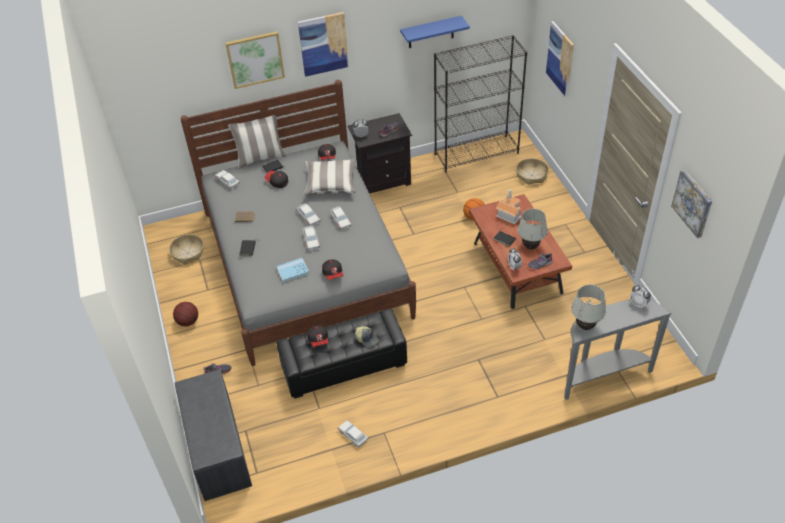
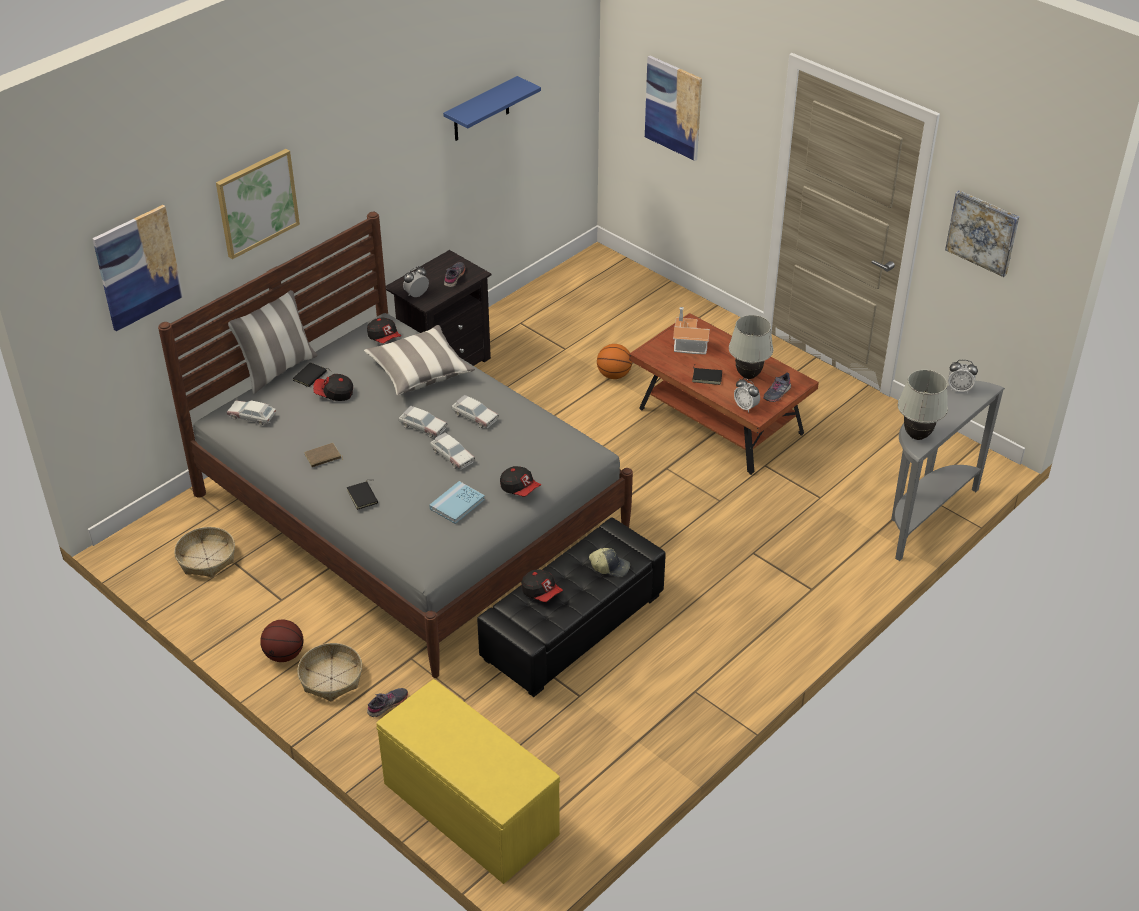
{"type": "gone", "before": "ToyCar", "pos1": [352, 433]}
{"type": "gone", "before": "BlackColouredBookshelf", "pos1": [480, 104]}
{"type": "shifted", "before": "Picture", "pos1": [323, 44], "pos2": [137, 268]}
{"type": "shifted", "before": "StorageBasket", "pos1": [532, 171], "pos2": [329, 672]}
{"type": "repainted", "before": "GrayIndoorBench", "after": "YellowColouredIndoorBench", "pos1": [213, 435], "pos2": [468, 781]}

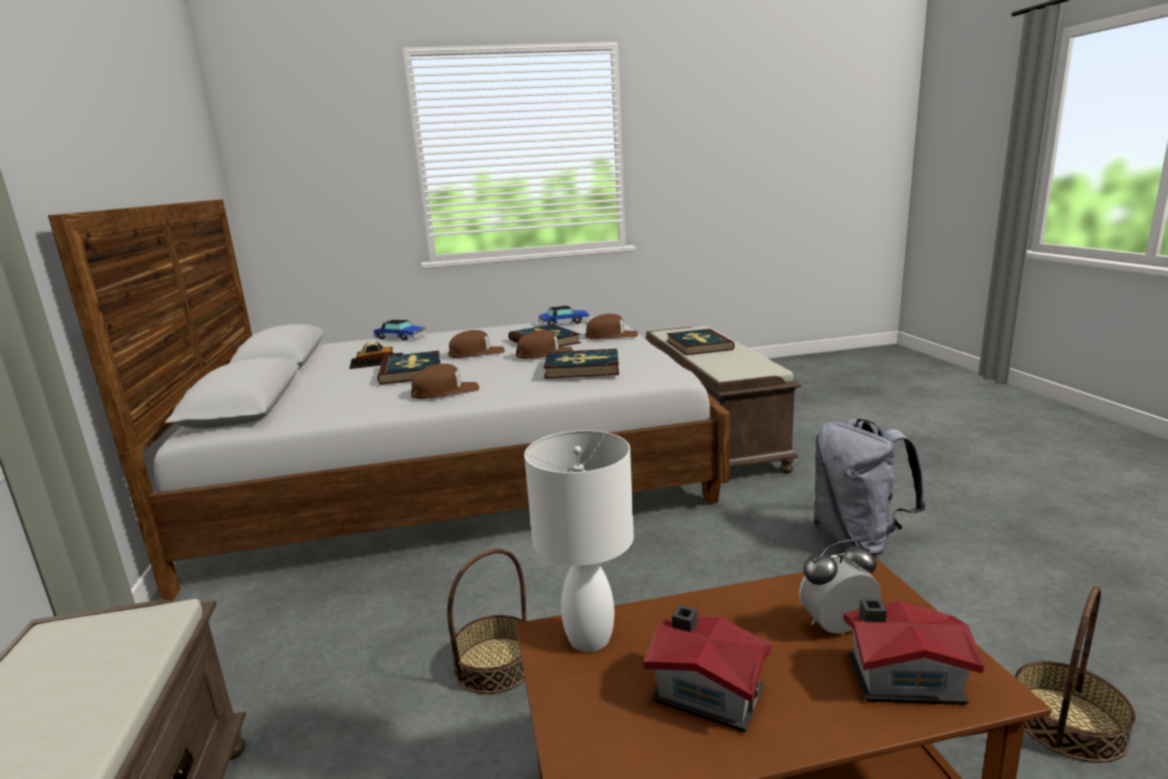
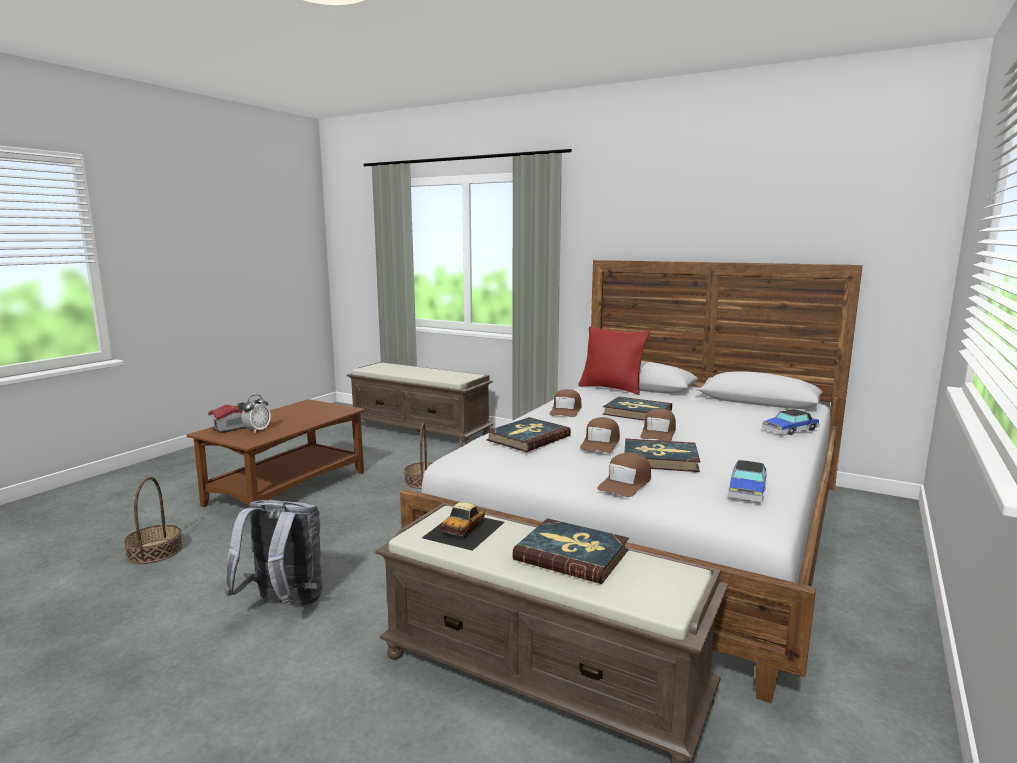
{"type": "gone", "before": "WhiteColouredTableLamp", "pos1": [579, 541]}
{"type": "gone", "before": "MiniatureHouse", "pos1": [707, 668]}
{"type": "new", "after": "RedColouredCushion", "pos2": [614, 360]}
{"type": "shifted", "before": "ToyCar", "pos1": [376, 355], "pos2": [463, 526]}

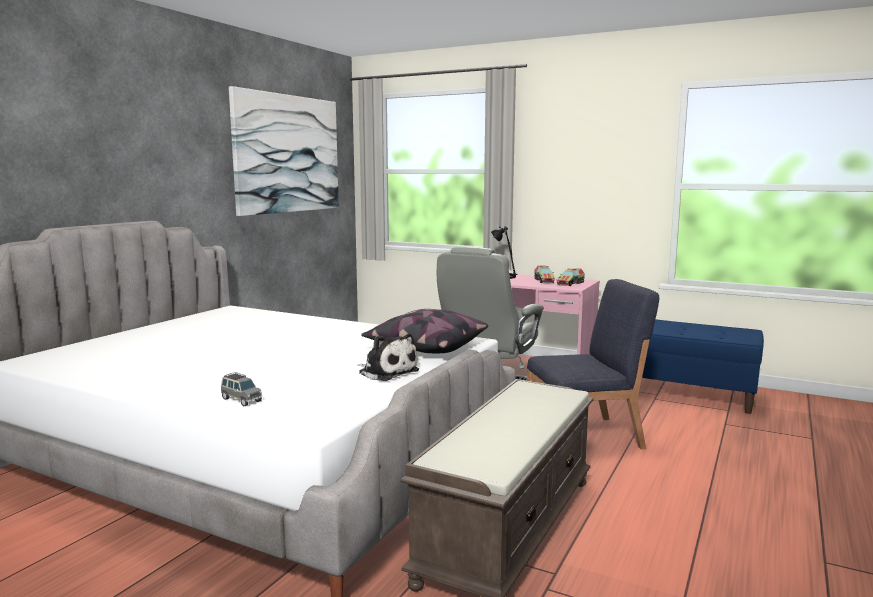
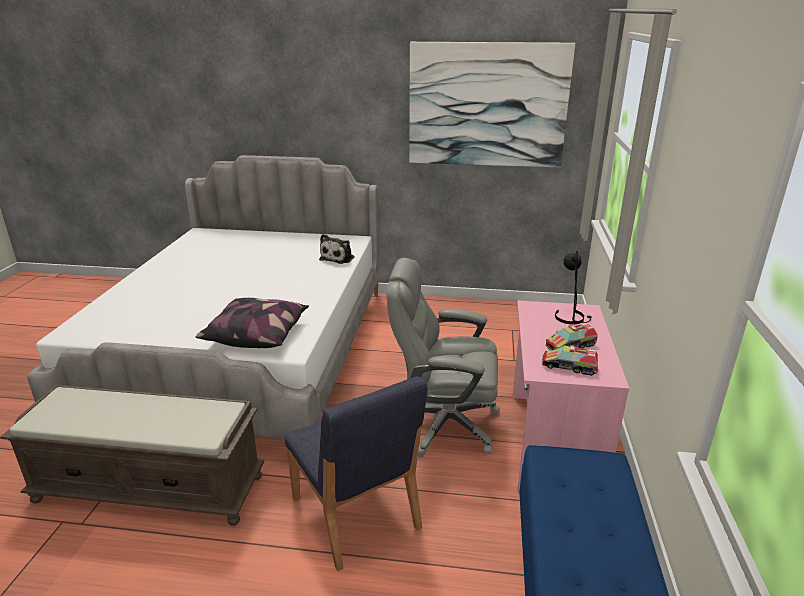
{"type": "gone", "before": "GrayToyCar", "pos1": [241, 389]}
{"type": "shifted", "before": "PlushToy", "pos1": [388, 357], "pos2": [337, 249]}

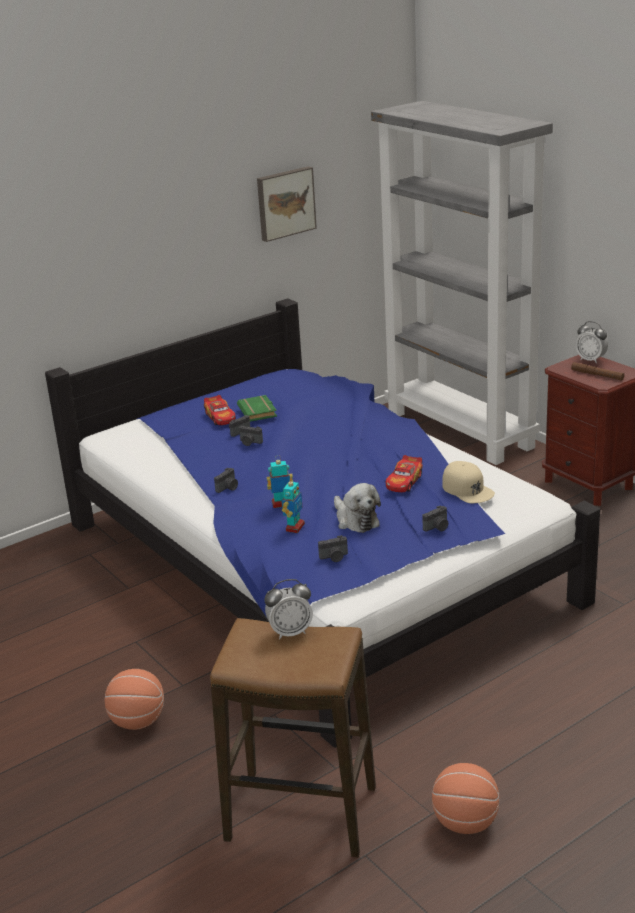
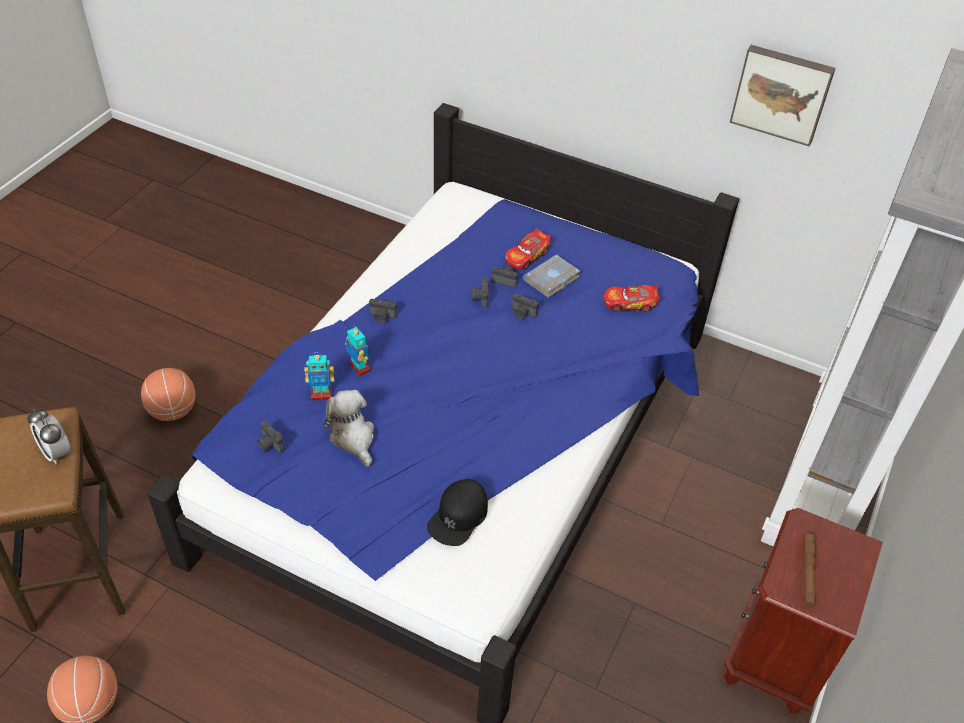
{"type": "gone", "before": "TableClock", "pos1": [592, 342]}
{"type": "shifted", "before": "ToyCar", "pos1": [404, 473], "pos2": [632, 298]}
{"type": "shifted", "before": "StillCamera", "pos1": [435, 518], "pos2": [525, 306]}
{"type": "repainted", "before": "GreenColouredBoundBook", "after": "GrayBoundBook", "pos1": [257, 408], "pos2": [552, 276]}
{"type": "repainted", "before": "BeigeCap", "after": "BlackColouredCap", "pos1": [468, 482], "pos2": [457, 512]}
{"type": "rotated", "before": "PlushToy", "pos1": [357, 508], "pos2": [348, 428], "turn": 120}

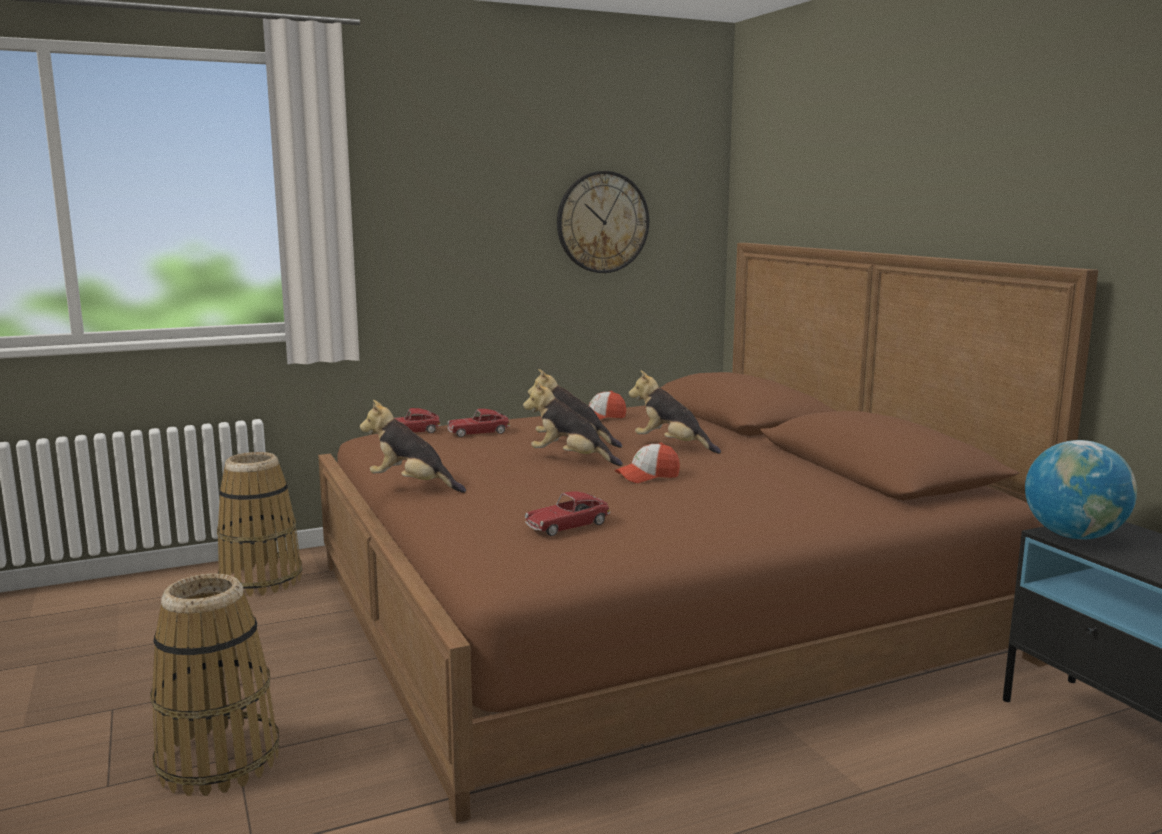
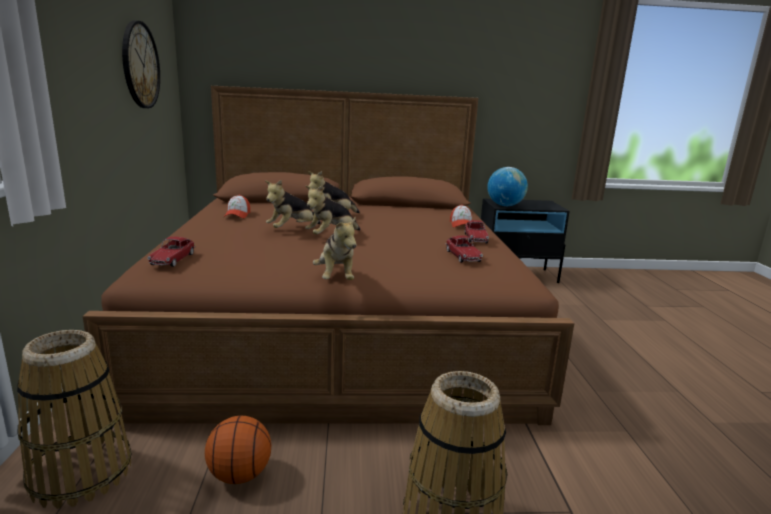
{"type": "new", "after": "BallForBasketball", "pos2": [238, 449]}
{"type": "shifted", "before": "ToyCar", "pos1": [478, 423], "pos2": [476, 232]}
{"type": "shifted", "before": "Cap", "pos1": [647, 463], "pos2": [461, 216]}
{"type": "rotated", "before": "PlushToy", "pos1": [413, 446], "pos2": [335, 248], "turn": -60}

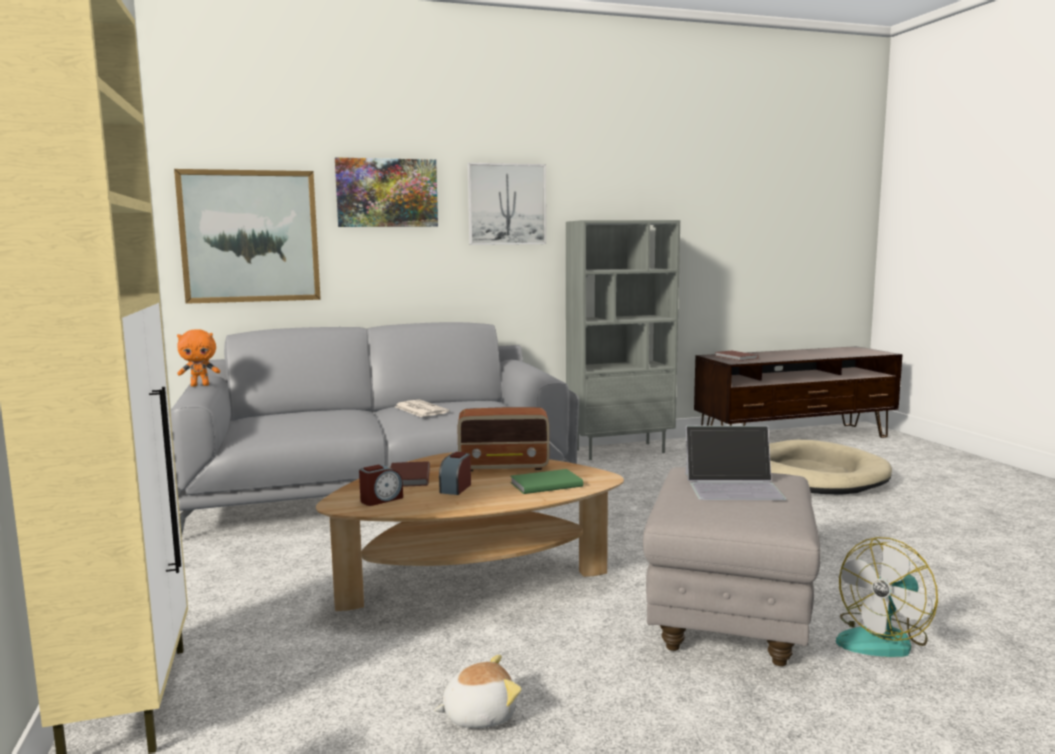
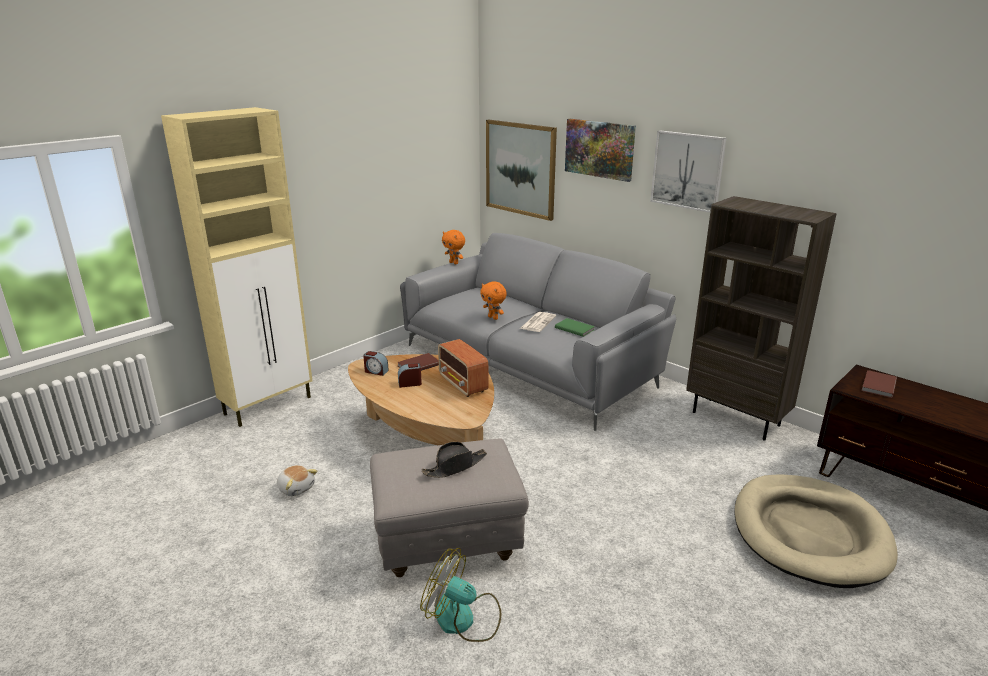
{"type": "new", "after": "OrangeColouredPlushToy", "pos2": [493, 300]}
{"type": "shifted", "before": "GreenColouredBoundBook", "pos1": [546, 481], "pos2": [575, 327]}
{"type": "swapped", "before": "NotebookComputer", "after": "BlackColouredClothingHat", "pos1": [736, 462], "pos2": [454, 460]}
{"type": "repainted", "before": "GrayBookshelf", "after": "BrownBookshelf", "pos1": [623, 340], "pos2": [761, 318]}

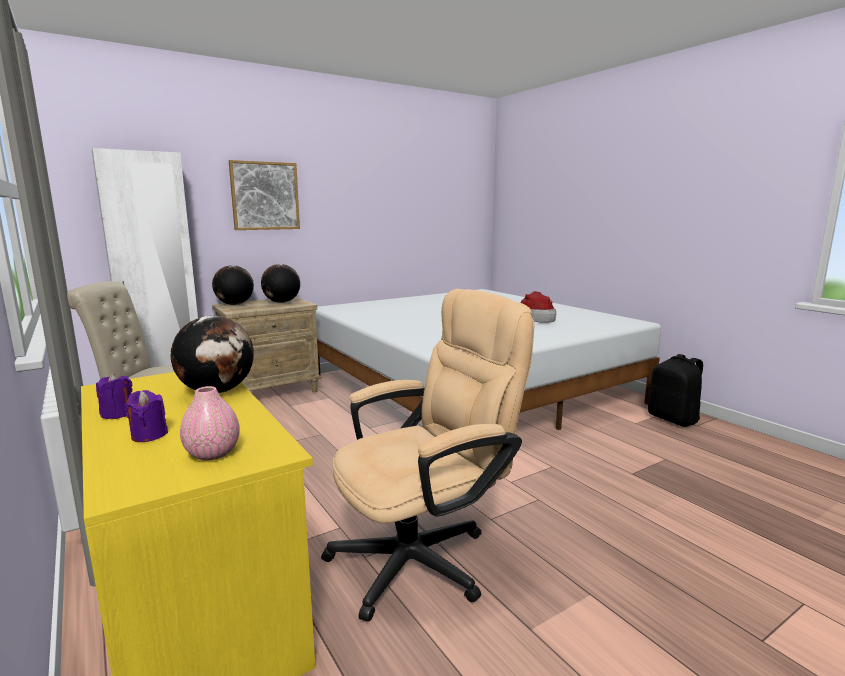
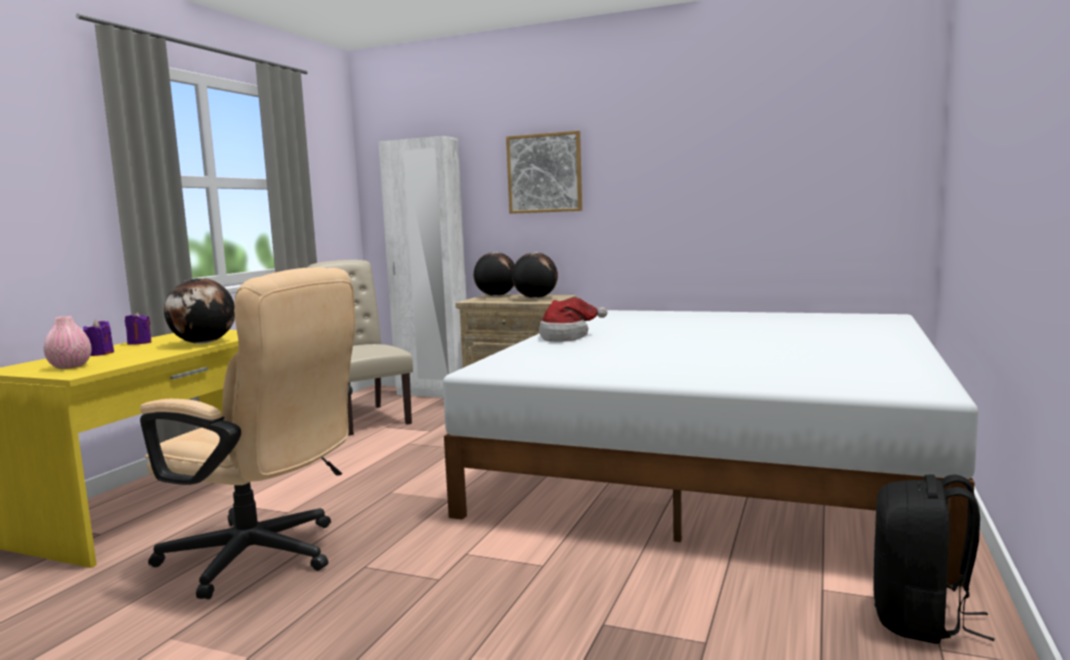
{"type": "shifted", "before": "ClothingHat", "pos1": [538, 307], "pos2": [573, 320]}

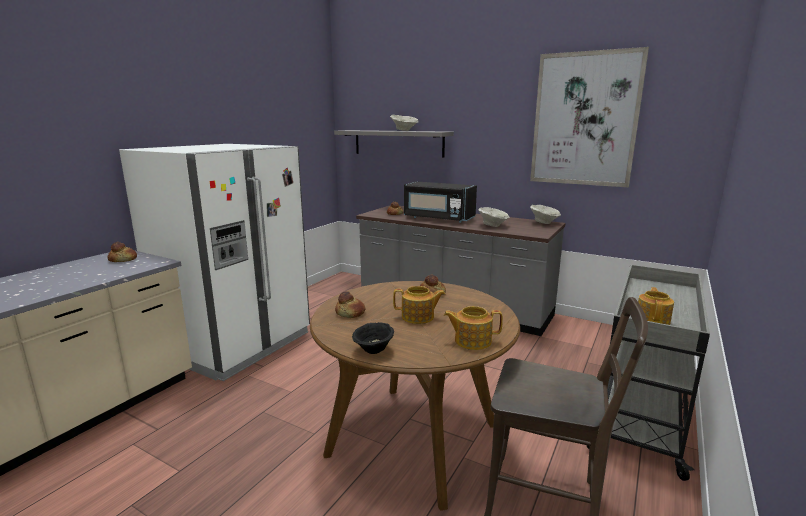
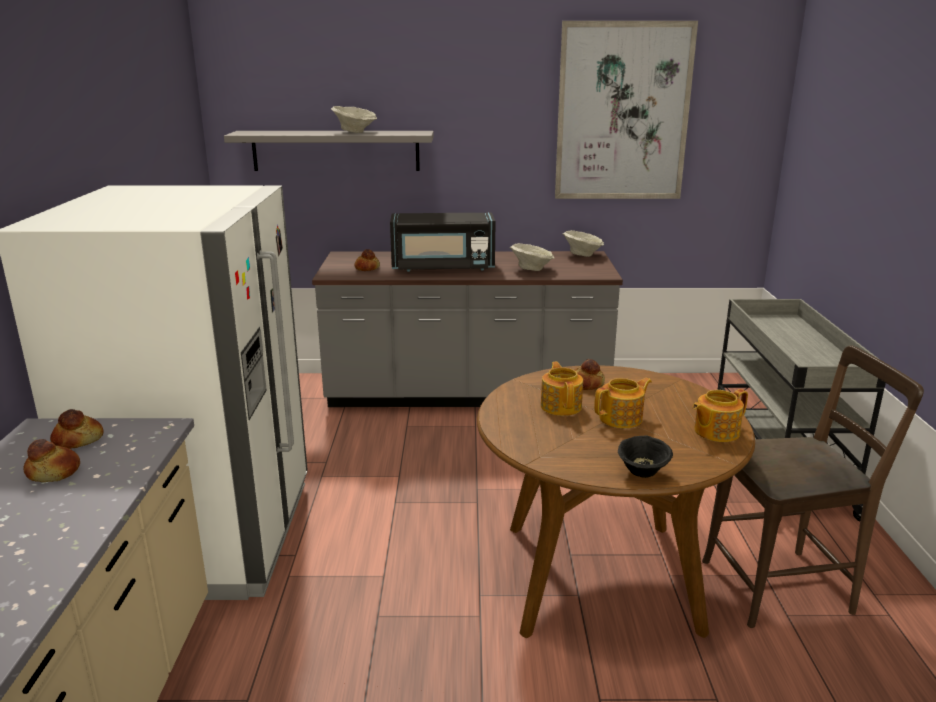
{"type": "shifted", "before": "BakeryBread", "pos1": [350, 304], "pos2": [51, 460]}
{"type": "shifted", "before": "TeaPot", "pos1": [656, 306], "pos2": [562, 389]}

